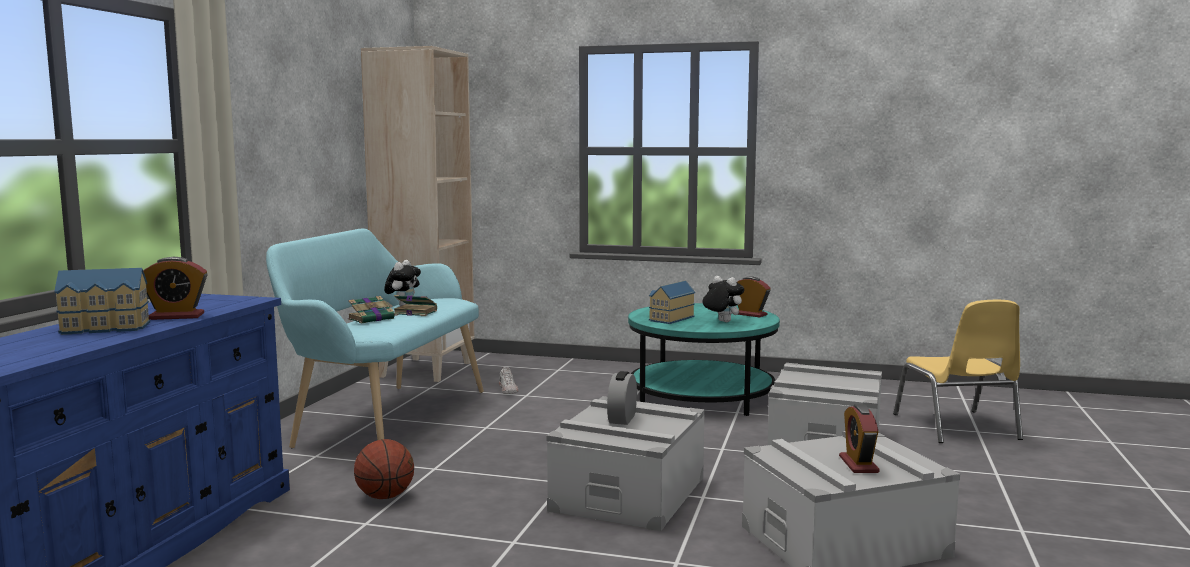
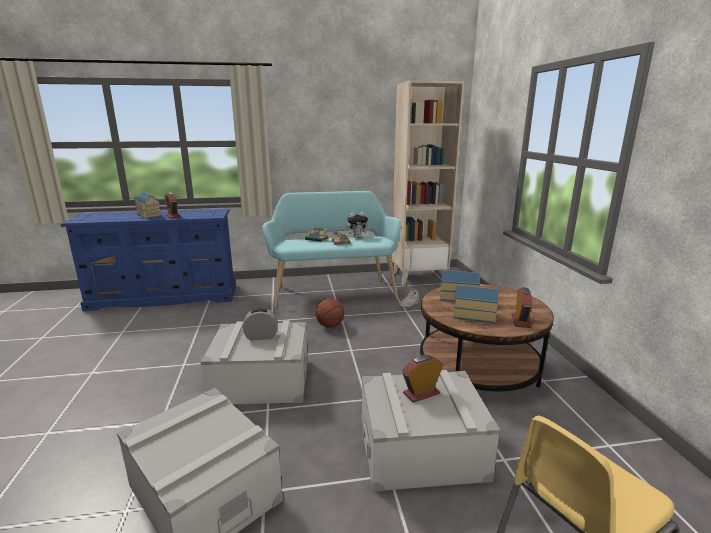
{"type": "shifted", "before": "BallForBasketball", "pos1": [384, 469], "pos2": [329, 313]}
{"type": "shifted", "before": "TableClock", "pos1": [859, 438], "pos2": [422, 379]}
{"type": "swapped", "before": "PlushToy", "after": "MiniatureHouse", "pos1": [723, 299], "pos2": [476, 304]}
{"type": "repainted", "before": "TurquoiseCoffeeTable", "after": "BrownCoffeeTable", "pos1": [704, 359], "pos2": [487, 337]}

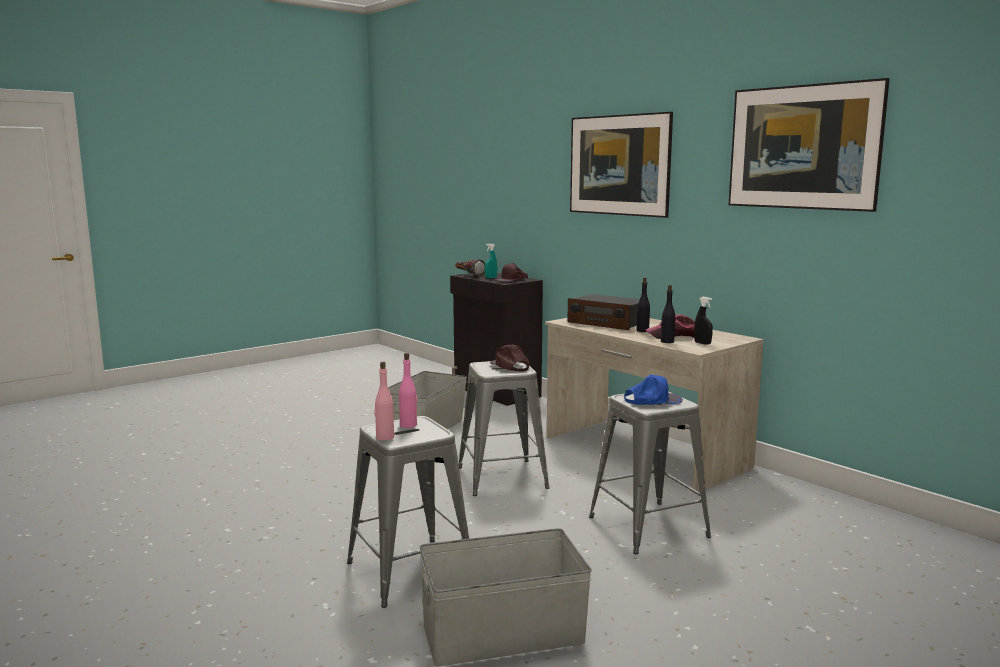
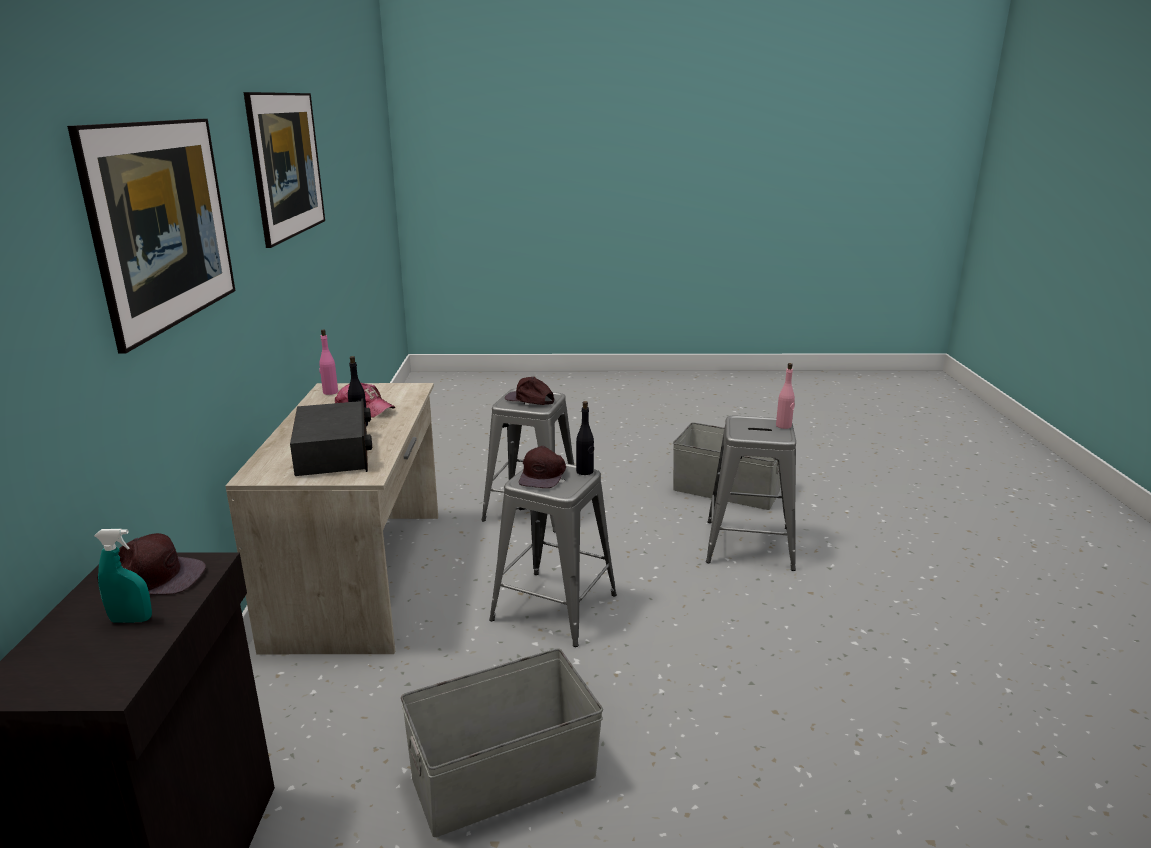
{"type": "gone", "before": "Torch", "pos1": [470, 268]}
{"type": "gone", "before": "BlackColouredSprayBottle", "pos1": [703, 321]}
{"type": "shifted", "before": "PinkishDrinkBottle", "pos1": [408, 390], "pos2": [328, 362]}
{"type": "shifted", "before": "BlackColouredDrinkBottle", "pos1": [668, 314], "pos2": [585, 438]}
{"type": "repainted", "before": "BlueColouredCap", "after": "BrownCap", "pos1": [653, 389], "pos2": [529, 391]}

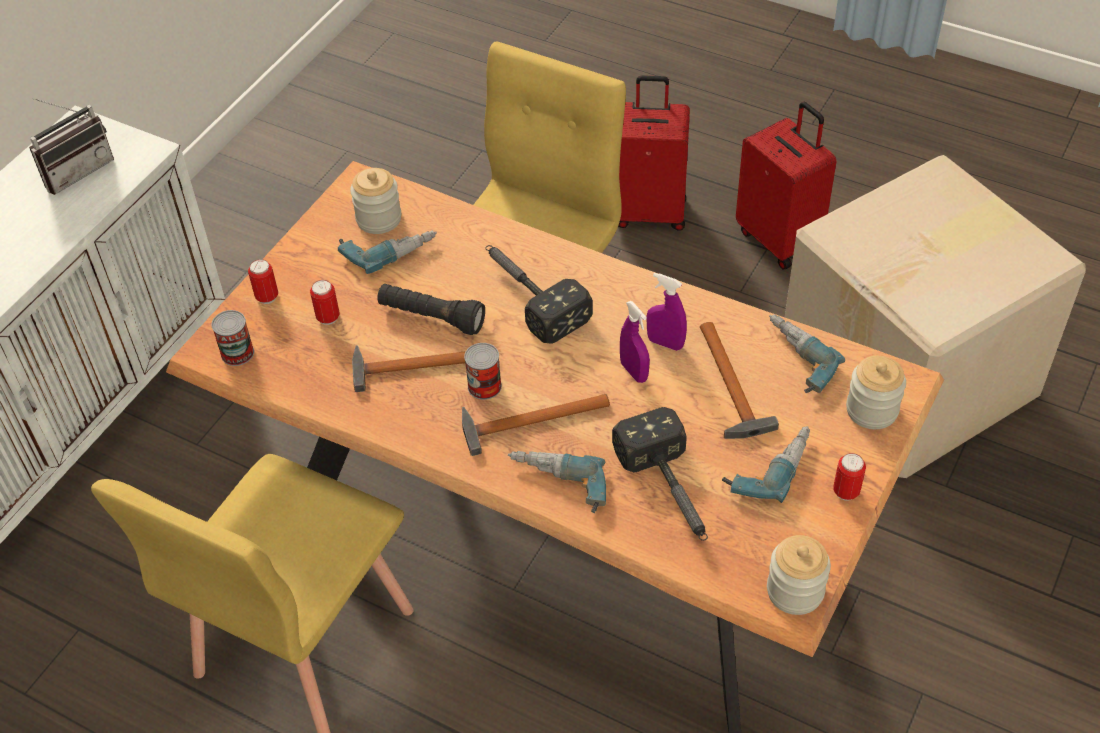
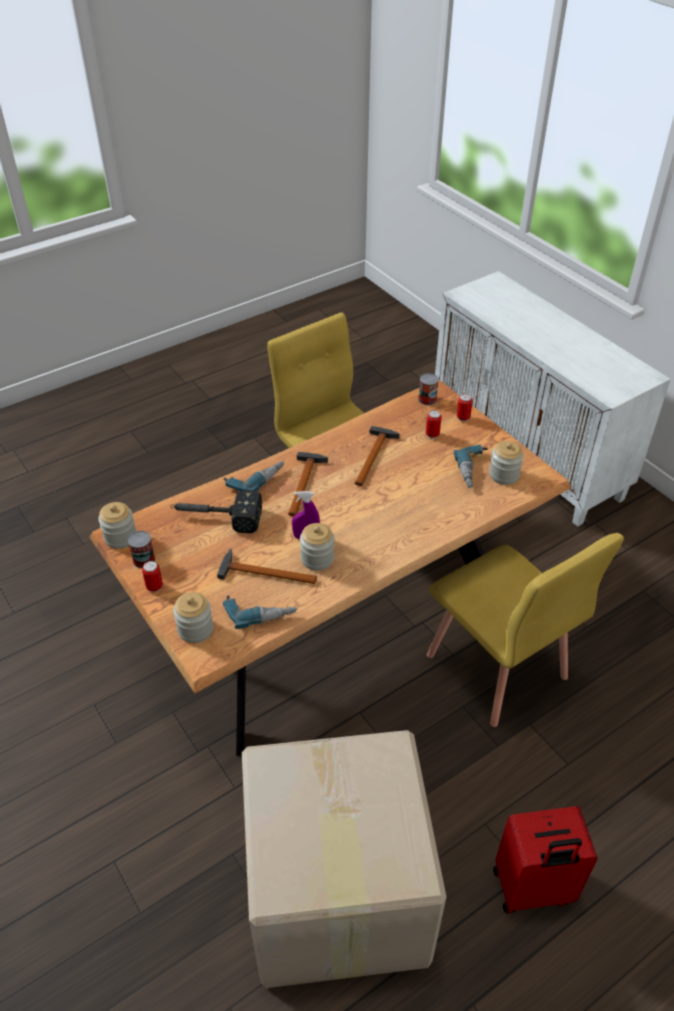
{"type": "gone", "before": "RadioReceiver", "pos1": [71, 146]}
{"type": "gone", "before": "BlackColouredTorch", "pos1": [431, 309]}
{"type": "gone", "before": "Hammer", "pos1": [539, 294]}
{"type": "gone", "before": "RedColouredPieceOfLuggage", "pos1": [654, 153]}
{"type": "gone", "before": "Drill", "pos1": [766, 464]}
{"type": "shifted", "before": "SealedCan", "pos1": [483, 371], "pos2": [141, 550]}
{"type": "swapped", "before": "PurpleSprayBottle", "after": "Jar", "pos1": [667, 312], "pos2": [317, 547]}

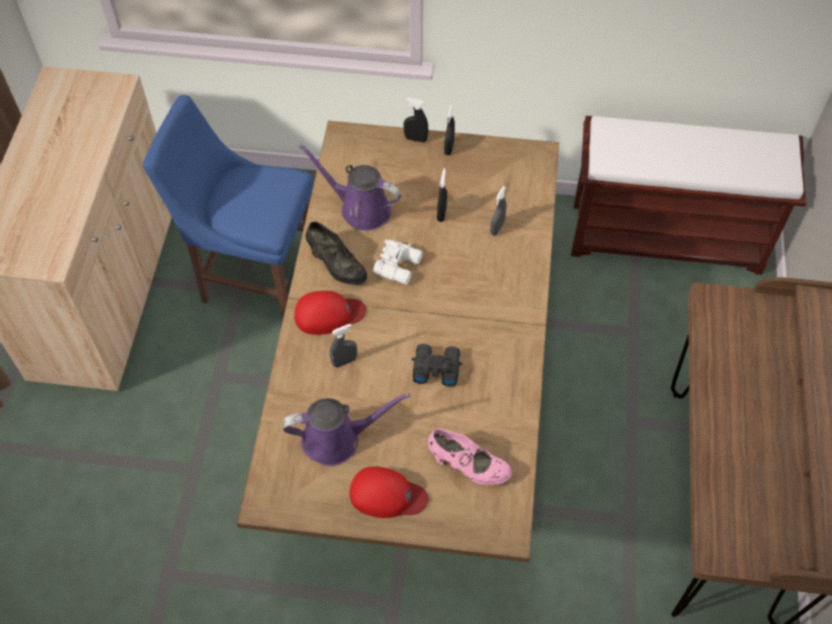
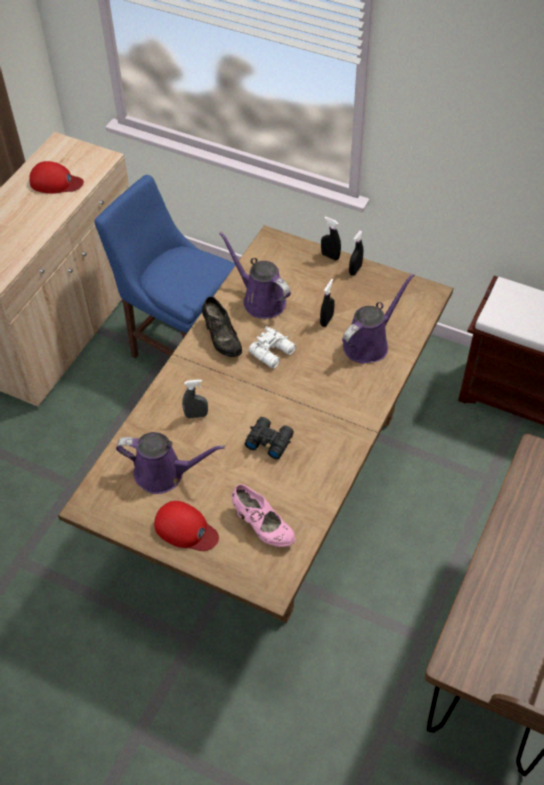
{"type": "shifted", "before": "RedColouredCap", "pos1": [330, 313], "pos2": [56, 177]}
{"type": "swapped", "before": "GraySprayBottle", "after": "PurpleWateringPot", "pos1": [498, 211], "pos2": [378, 318]}

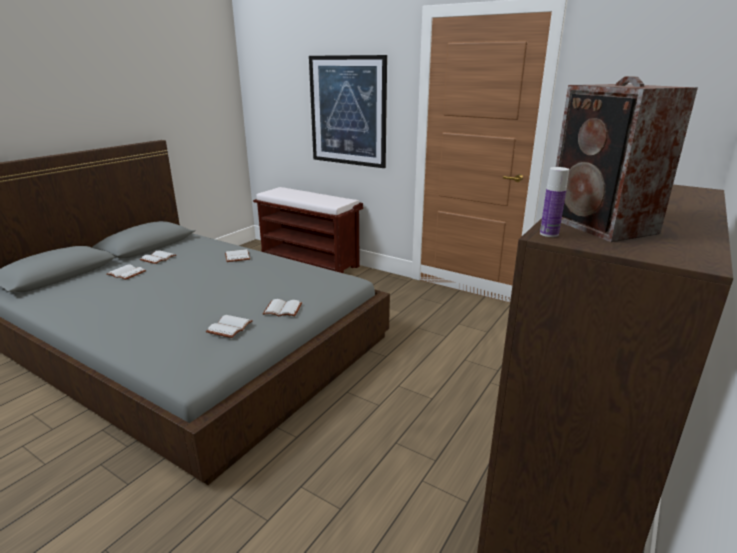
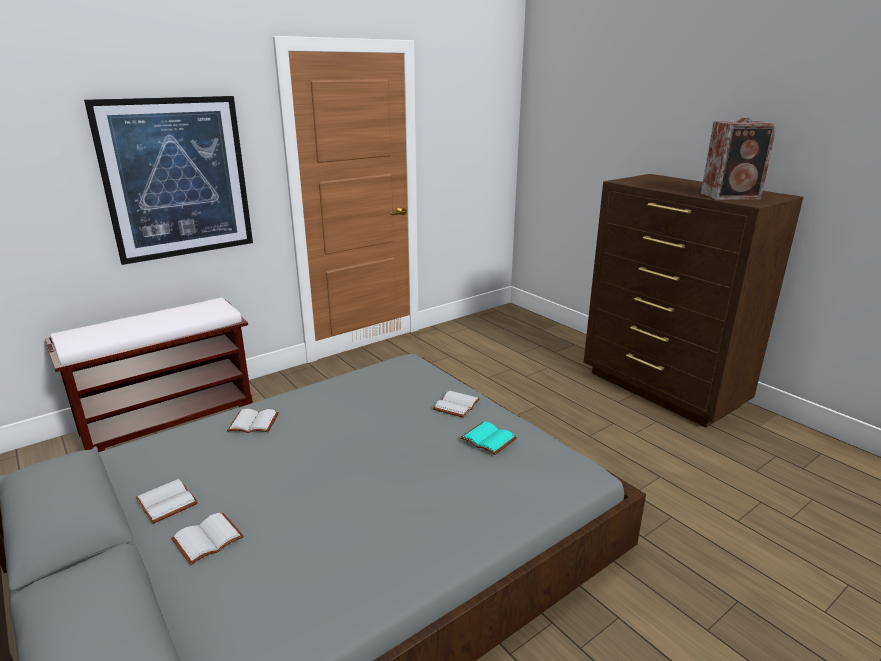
{"type": "gone", "before": "DrinkBottle", "pos1": [554, 202]}
{"type": "repainted", "before": "WhiteColouredBoundBook", "after": "TurquoiseBoundBook", "pos1": [229, 326], "pos2": [488, 438]}

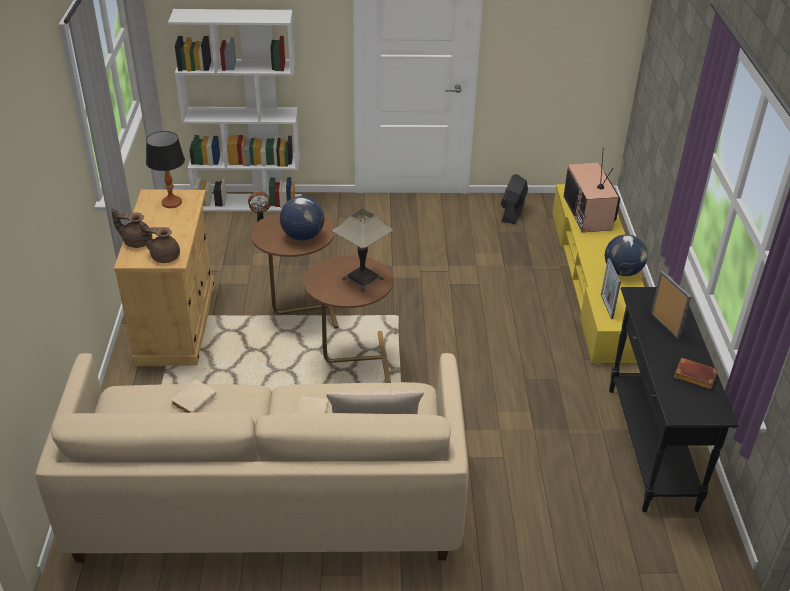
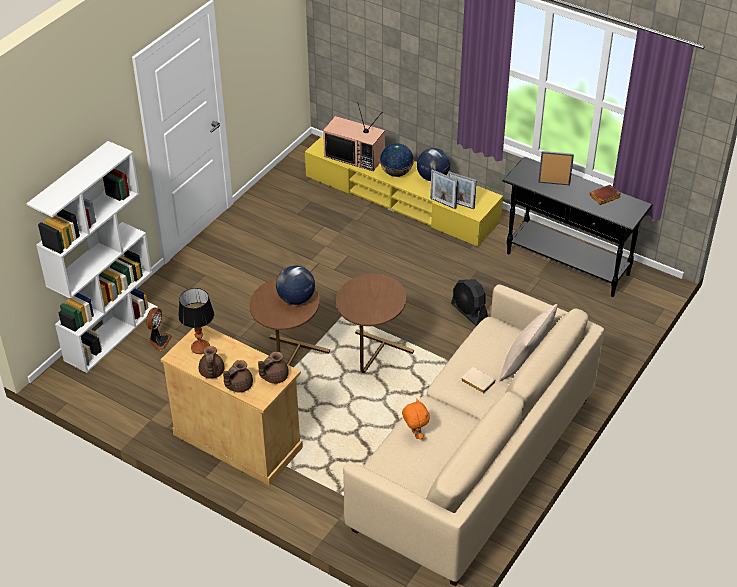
{"type": "gone", "before": "TableLamp", "pos1": [362, 250]}
{"type": "new", "after": "BrownTeaPot", "pos2": [211, 362]}
{"type": "new", "after": "Globe", "pos2": [396, 160]}
{"type": "new", "after": "StandingFrame", "pos2": [444, 189]}
{"type": "shifted", "before": "BlackColouredElectricFan", "pos1": [514, 199], "pos2": [469, 302]}
{"type": "swapped", "before": "BeigeBoundBook", "after": "OrangeColouredPlushToy", "pos1": [194, 396], "pos2": [416, 419]}

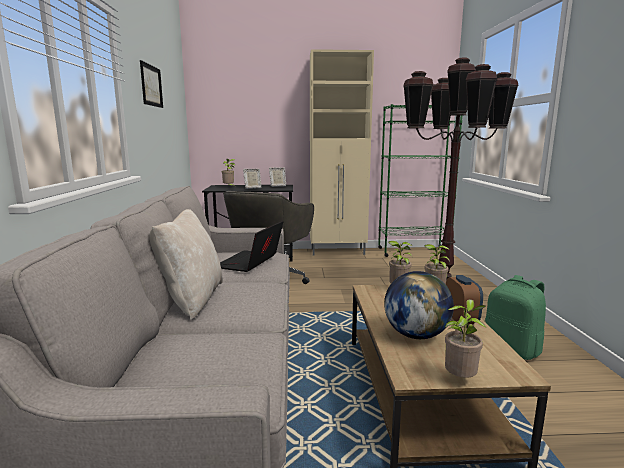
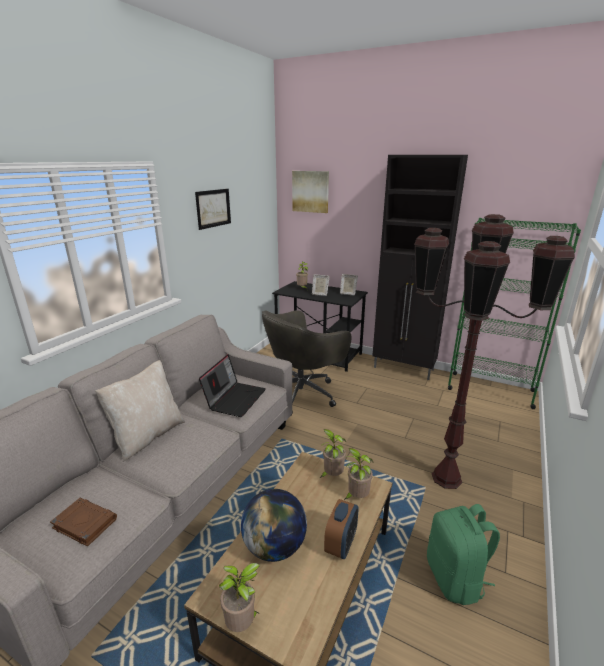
{"type": "new", "after": "BrownBoundBook", "pos2": [83, 522]}
{"type": "new", "after": "Picture", "pos2": [310, 192]}
{"type": "repainted", "before": "BeigeStorageCabinet", "after": "BlackColouredStorageCabinet", "pos1": [342, 152], "pos2": [420, 267]}
{"type": "rotated", "before": "NotebookComputer", "pos1": [251, 246], "pos2": [232, 385], "turn": 150}

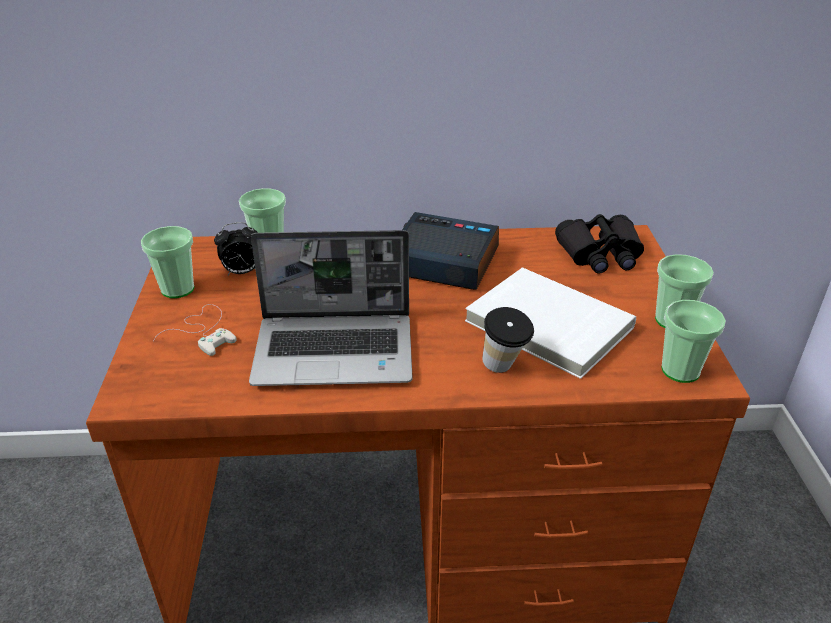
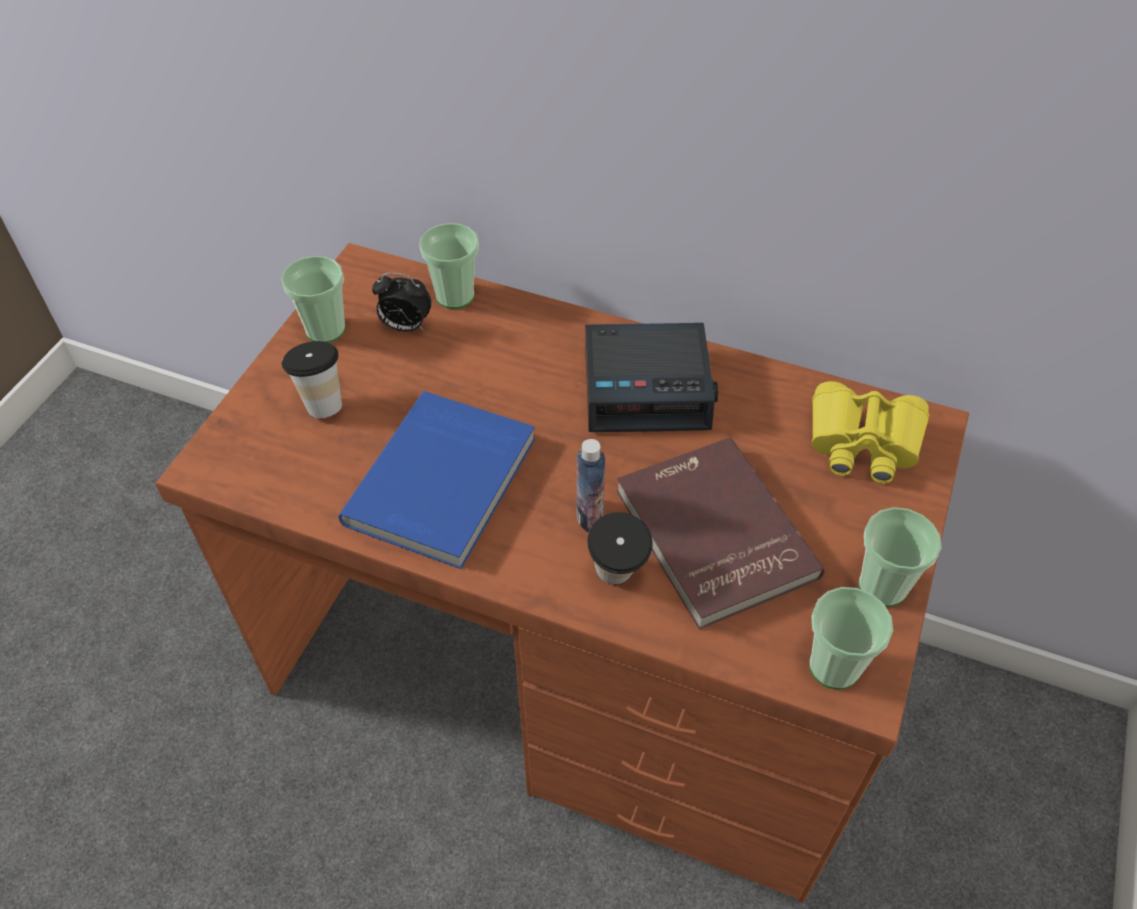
{"type": "new", "after": "DrinkBottle", "pos2": [591, 485]}
{"type": "swapped", "before": "WhiteColouredGamepad", "after": "Cup", "pos1": [195, 330], "pos2": [312, 379]}
{"type": "swapped", "before": "NotebookComputer", "after": "BlueColouredBoundBook", "pos1": [331, 308], "pos2": [437, 480]}
{"type": "repainted", "before": "WhiteColouredBoundBook", "after": "RedColouredBoundBook", "pos1": [550, 323], "pos2": [720, 533]}
{"type": "repainted", "before": "BlackColouredBinoculars", "after": "YellowColouredBinoculars", "pos1": [599, 243], "pos2": [870, 432]}
{"type": "rotated", "before": "TableClock", "pos1": [450, 251], "pos2": [651, 377], "turn": 135}

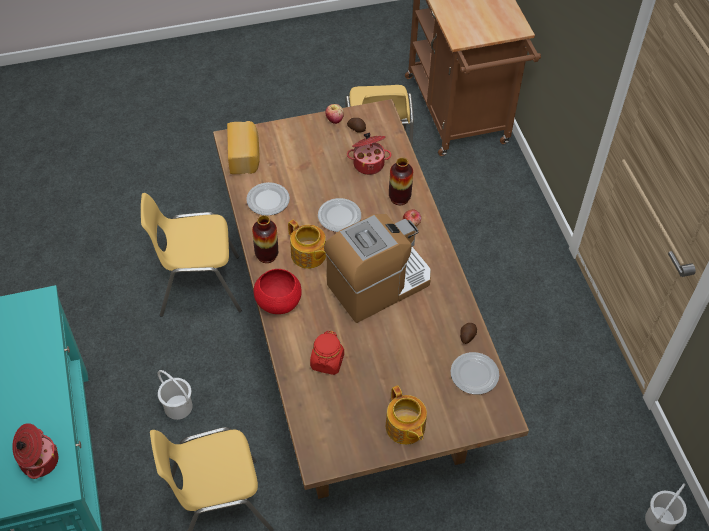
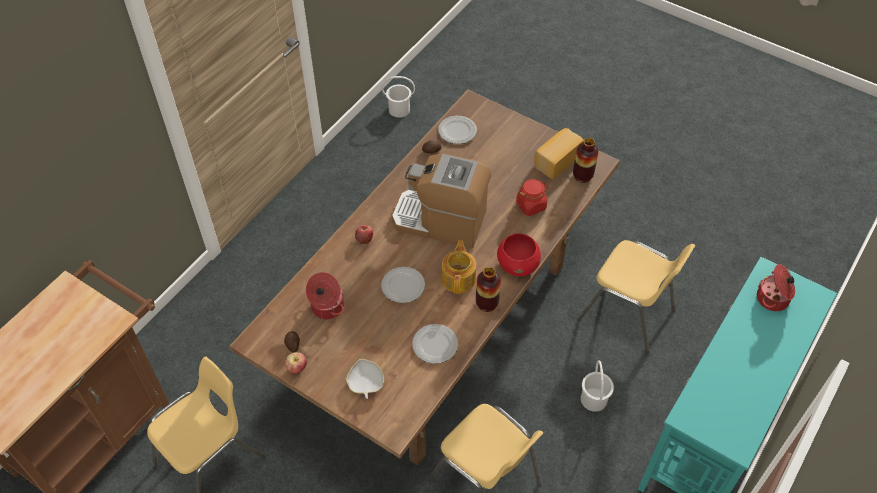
{"type": "gone", "before": "TeaPot", "pos1": [406, 415]}
{"type": "new", "after": "WhiteColouredBowl", "pos2": [365, 379]}
{"type": "shifted", "before": "BakeryBread", "pos1": [243, 147], "pos2": [559, 153]}
{"type": "shifted", "before": "Vase", "pos1": [401, 181], "pos2": [586, 160]}

